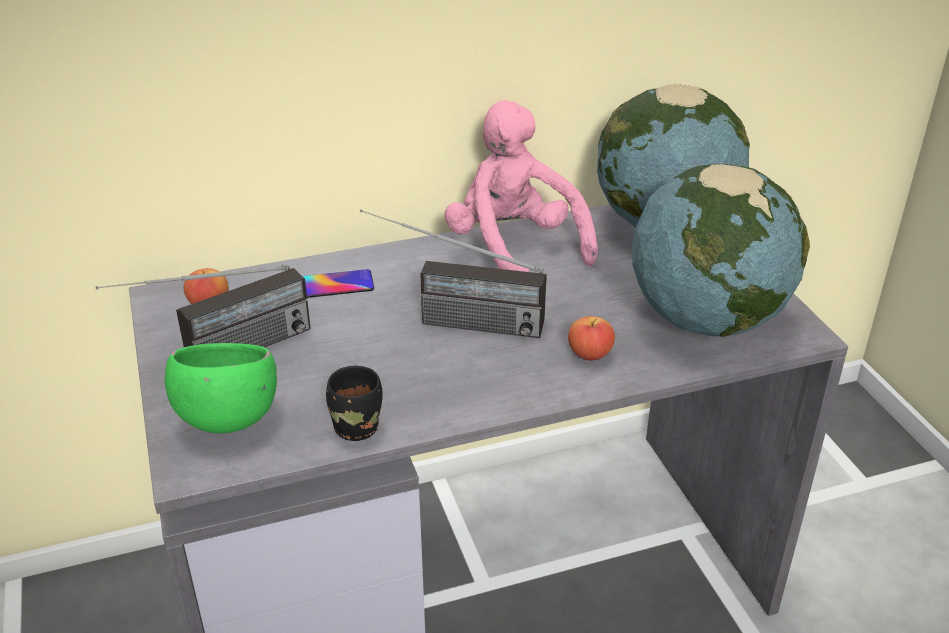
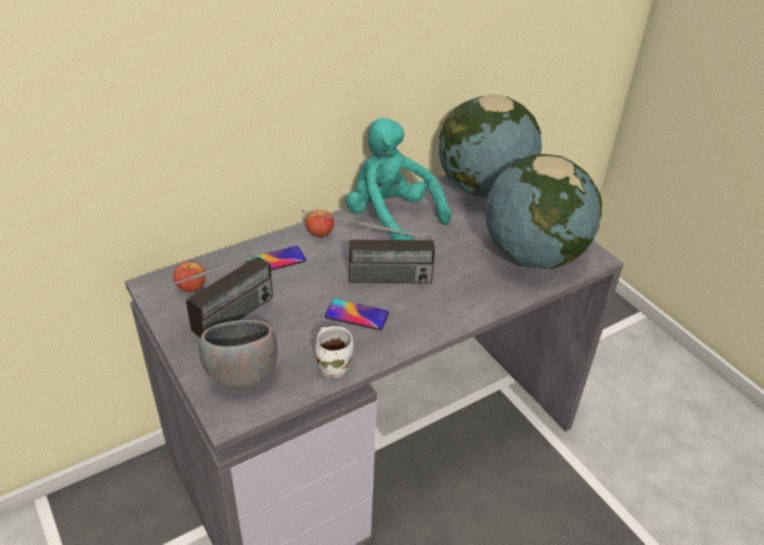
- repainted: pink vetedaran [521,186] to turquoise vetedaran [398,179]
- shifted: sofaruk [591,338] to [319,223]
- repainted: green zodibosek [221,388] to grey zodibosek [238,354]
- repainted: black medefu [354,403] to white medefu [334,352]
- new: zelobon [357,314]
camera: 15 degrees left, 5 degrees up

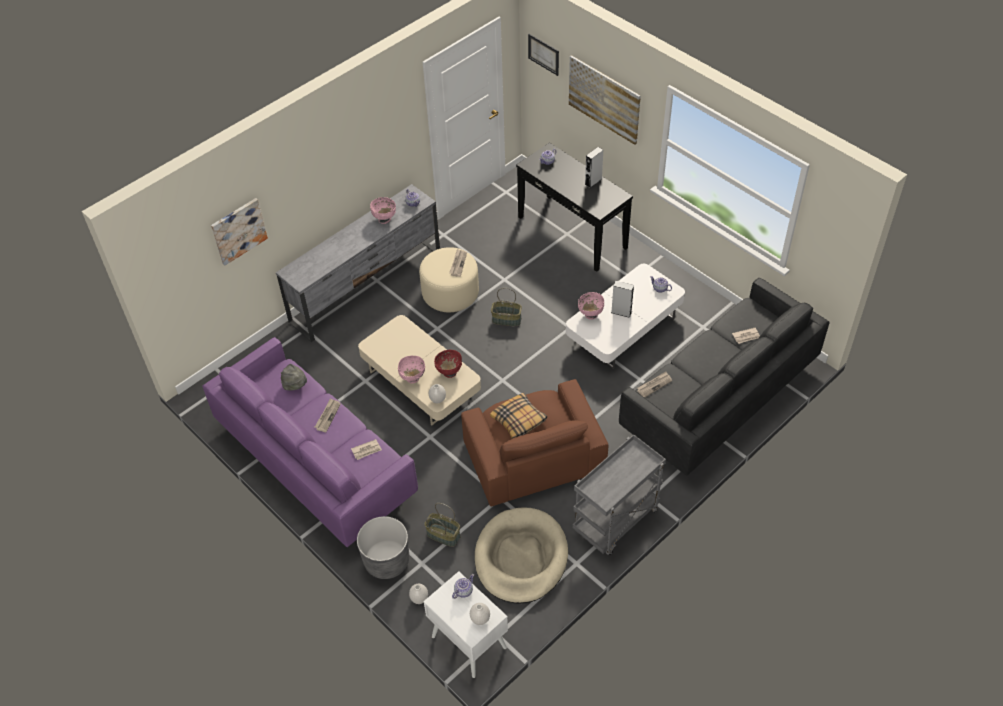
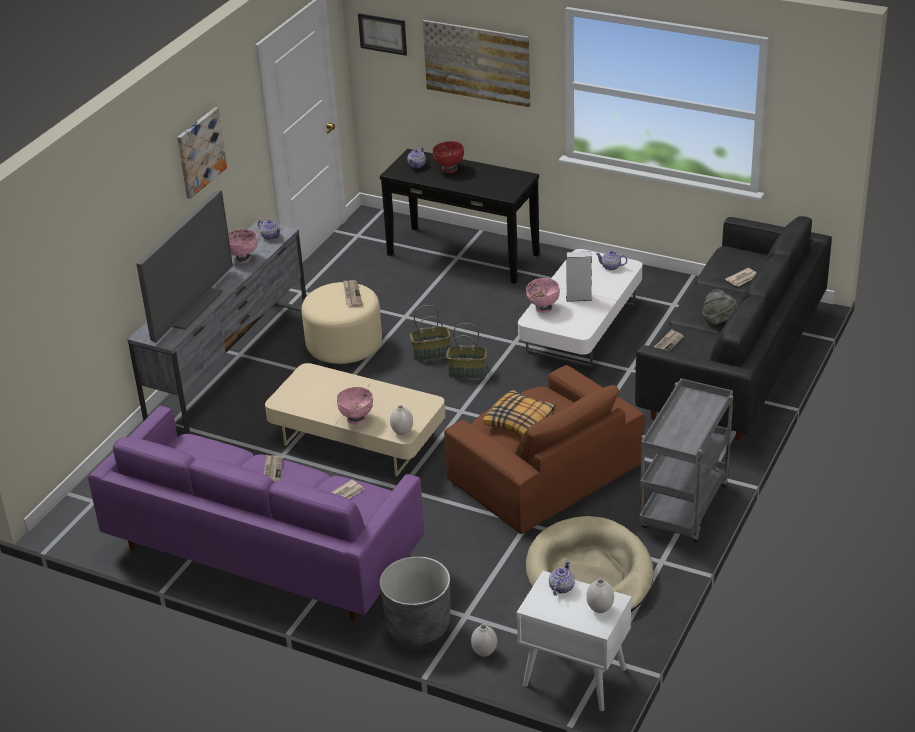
- gone: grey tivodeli [594,167]
- shifted: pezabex [239,232] to [202,153]
- shifted: red zodibosek [448,364] to [448,157]
- shifted: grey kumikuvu [294,377] to [720,307]
- shifted: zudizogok [442,525] to [467,350]
- new: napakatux [184,266]
camera: 20 degrees left, 15 degrees down

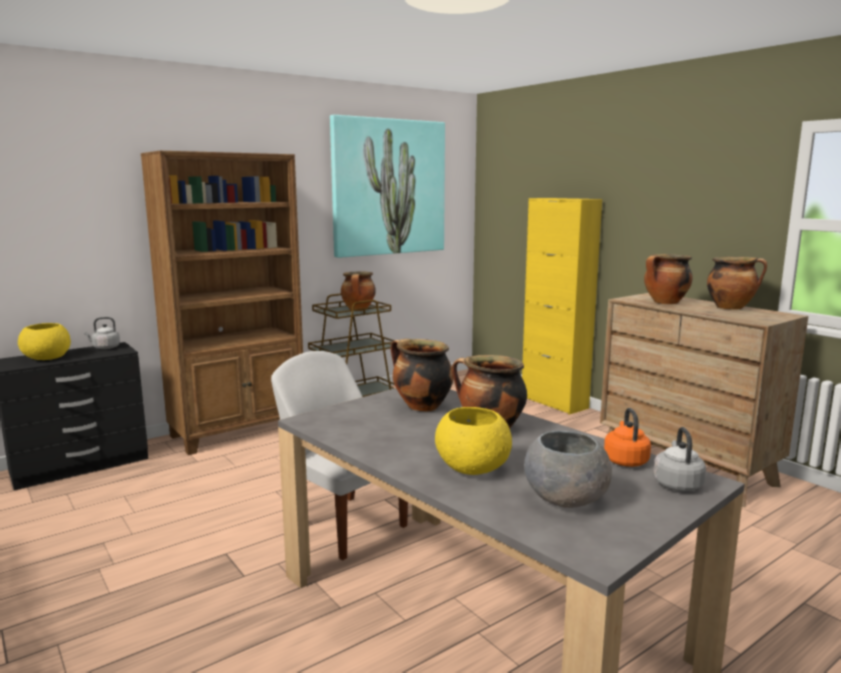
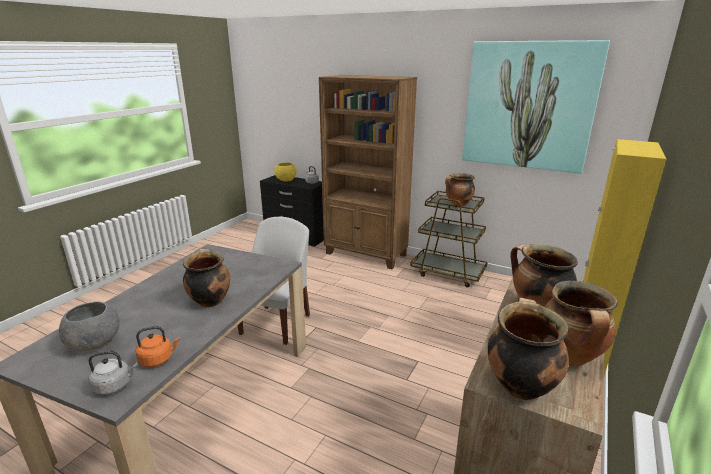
- shifted: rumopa [421,375] to [528,349]
- gone: yellow zodibosek [473,441]
camera: 65 degrees right, 10 degrees up

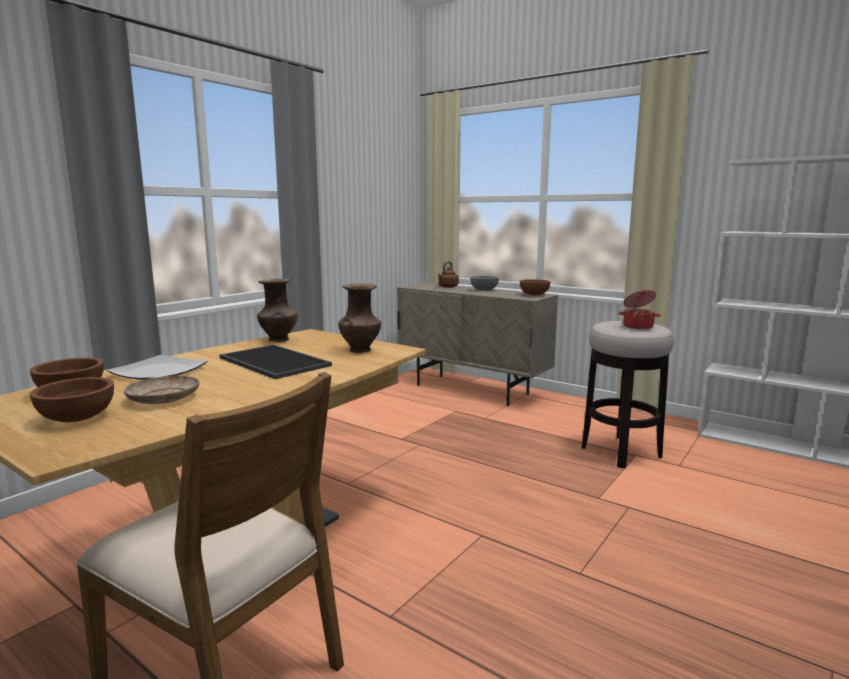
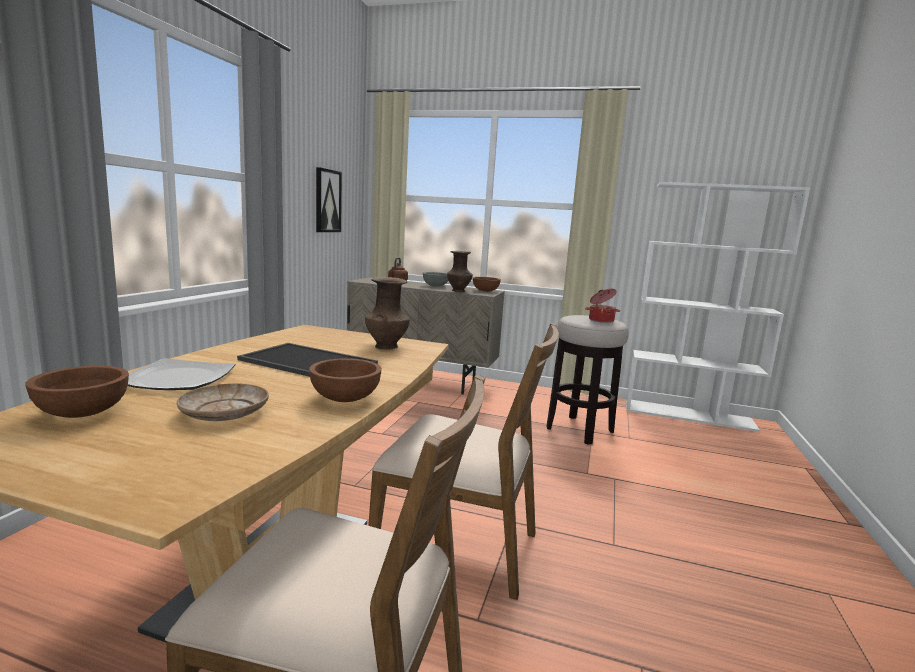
- shifted: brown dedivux [277,310] to [460,271]
- shifted: brown zodibosek [71,399] to [345,380]
- new: pezabex [329,199]
- new: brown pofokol [463,461]
camera: 20 degrees left, 0 degrees up

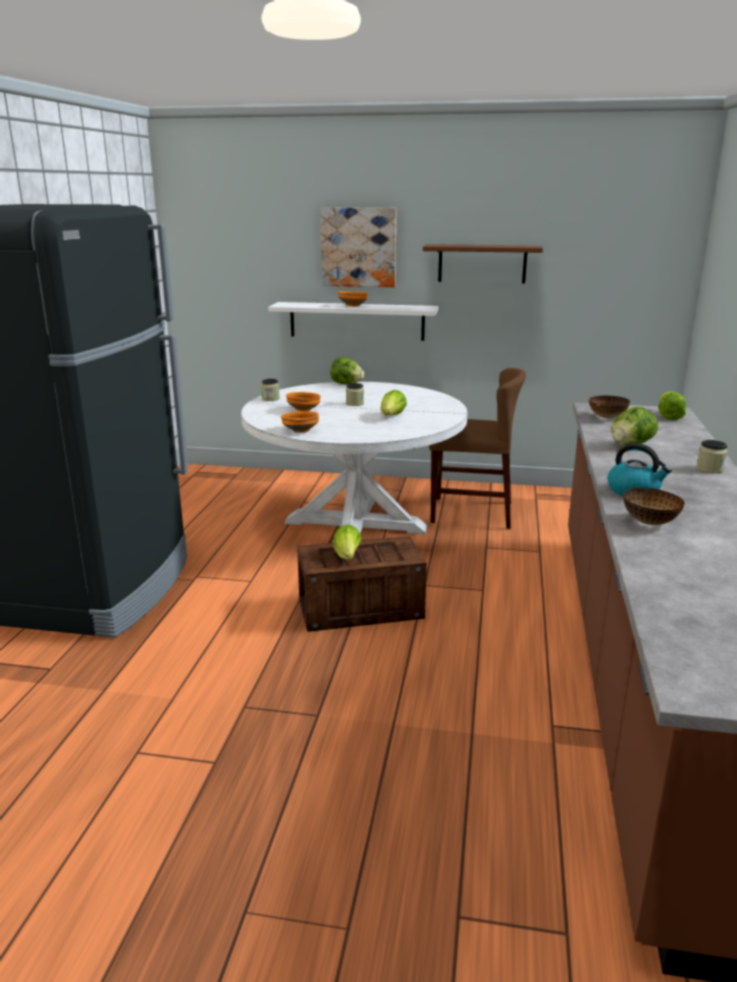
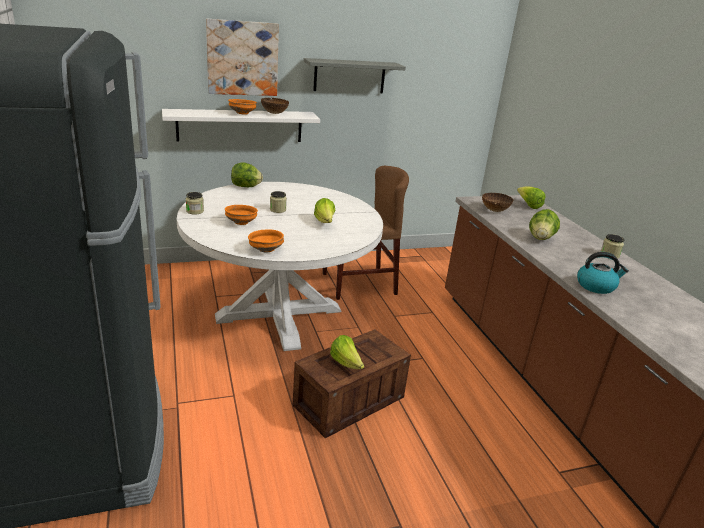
- repainted: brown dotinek [483,264] to grey dotinek [354,75]
- shifted: zodibosek [654,506] to [275,106]
camera: 30 degrees left, 5 degrees up

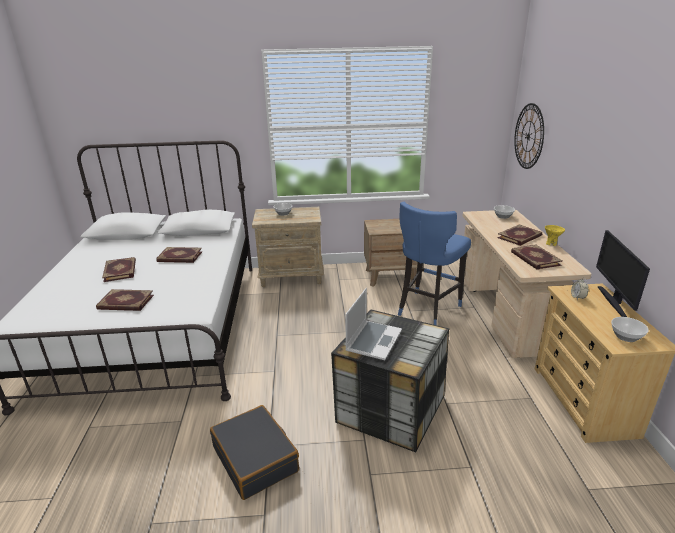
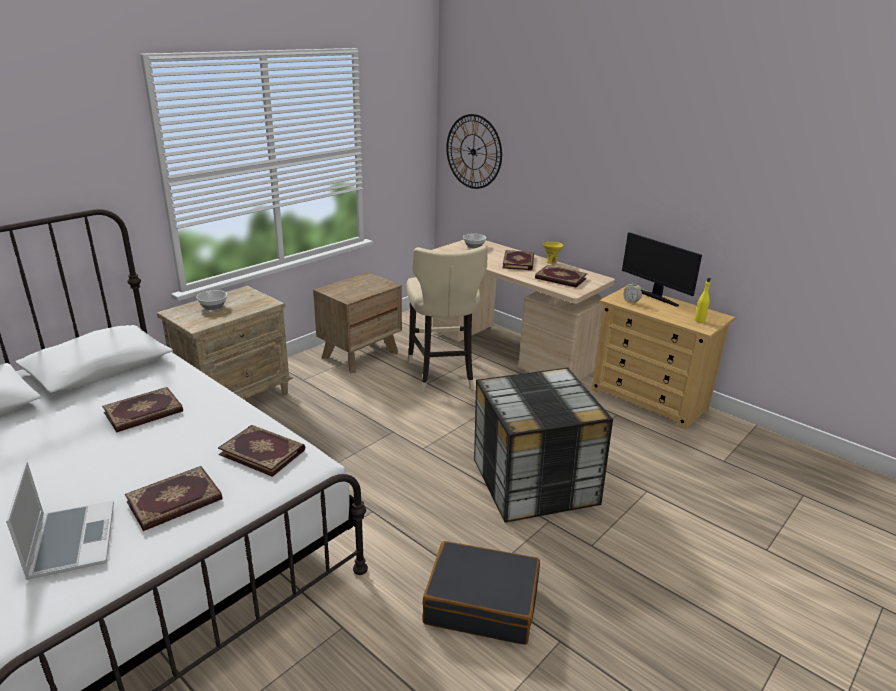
- repainted: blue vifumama [434,263] to beige vifumama [447,319]
- shifted: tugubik [119,269] to [261,451]
- shifted: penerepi [373,324] to [60,520]
- swapped: zodibosek [630,329] to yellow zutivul [703,300]
camera: 45 degrees left, 0 degrees up

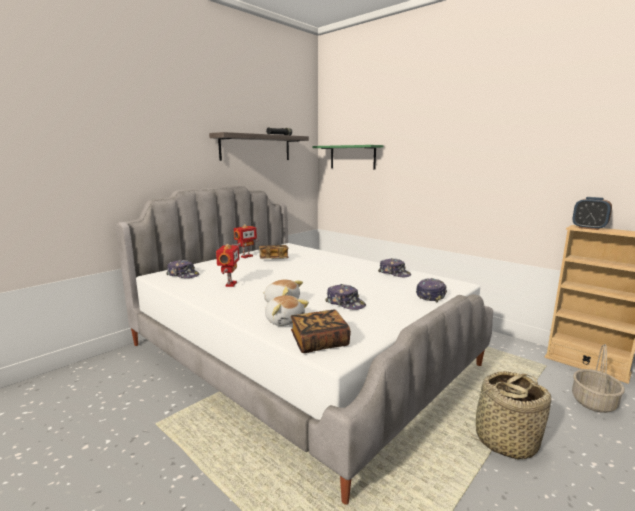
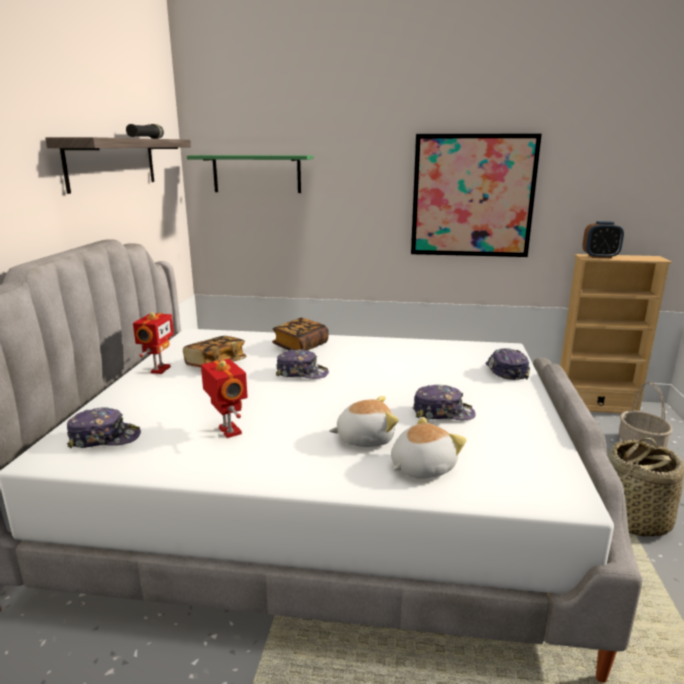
- shifted: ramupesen [394,267] to [302,364]
- rotated: vetedaran [287,310] = [429,448] 60 degrees counterclockwise
- shifted: tugubik [321,331] to [300,334]
- new: pezabex [476,195]
camera: 35 degrees left, 5 degrees up

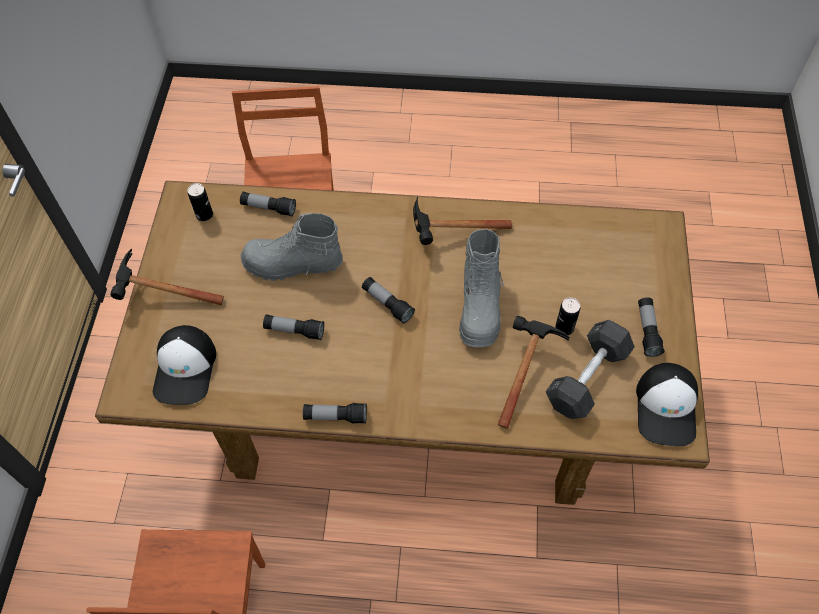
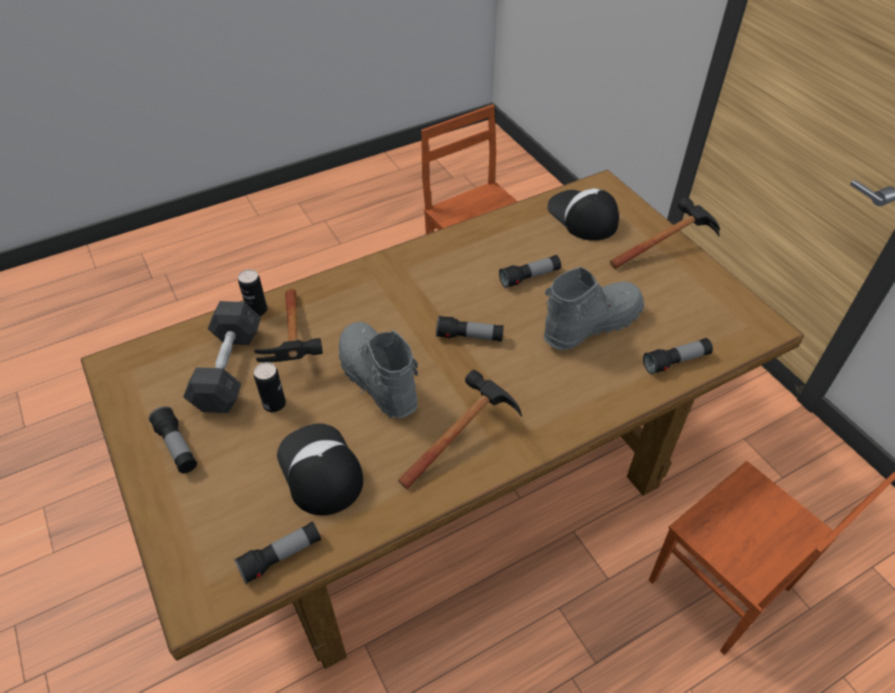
- shifted: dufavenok [200,202] to [252,292]
- shifted: ramupesen [667,404] to [320,469]
- shifted: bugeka [335,413] to [277,553]
camera: 145 degrees right, 10 degrees down

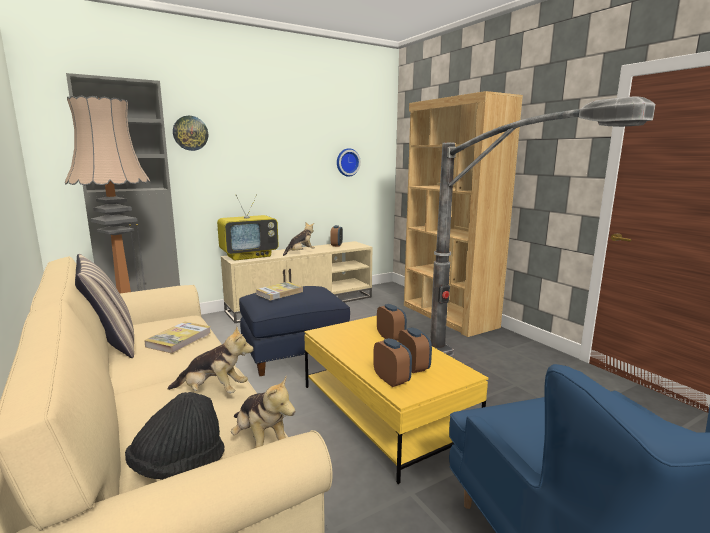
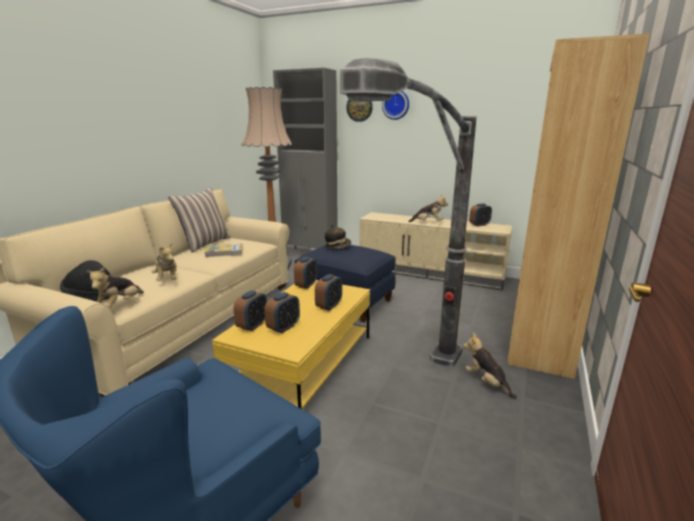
- shifted: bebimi [349,162] to [395,105]
- gone: napakatux [247,227]
- swapped: tugubik [279,291] to kumikuvu [338,237]
- new: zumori [305,272]
- new: vetedaran [490,366]
camera: 55 degrees right, 5 degrees up

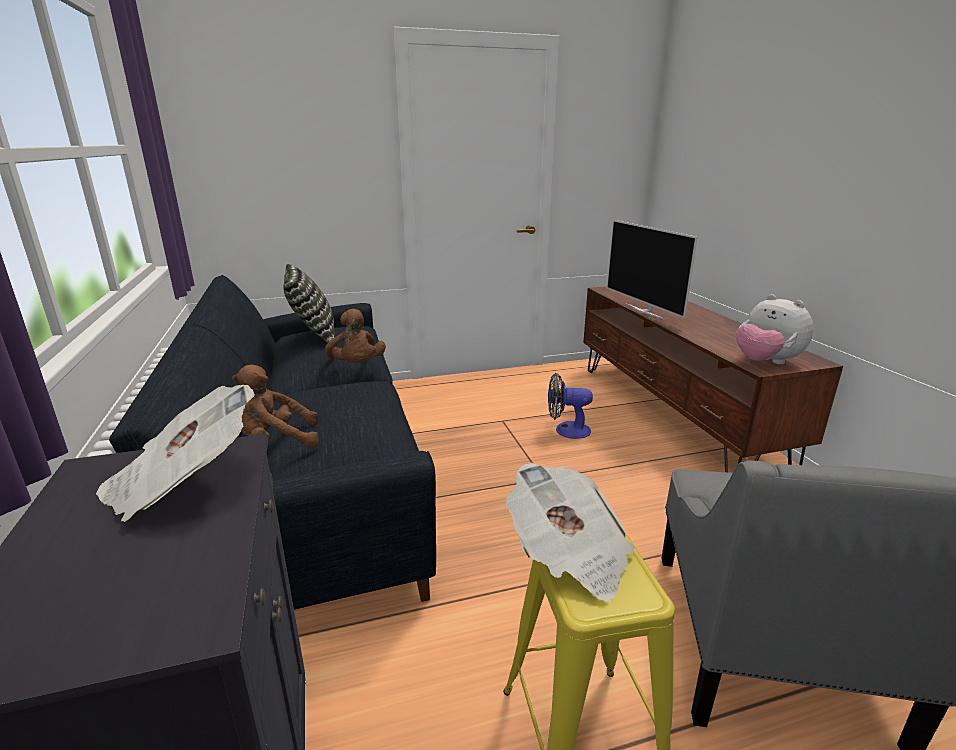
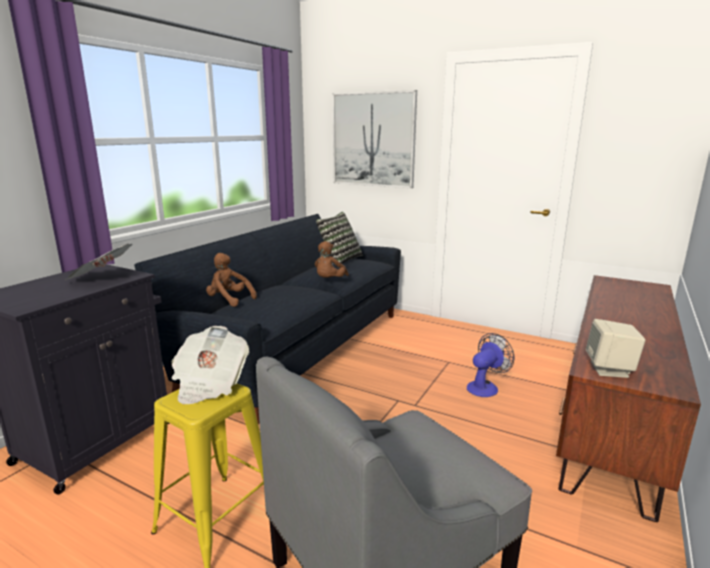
- gone: napakatux [652,270]
- swapped: vetedaran [774,329] to beige tivodeli [615,348]
- rotated: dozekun [570,406] = [490,365] 90 degrees clockwise
- new: pezabex [374,139]
camera: 45 degrees right, 5 degrees down

